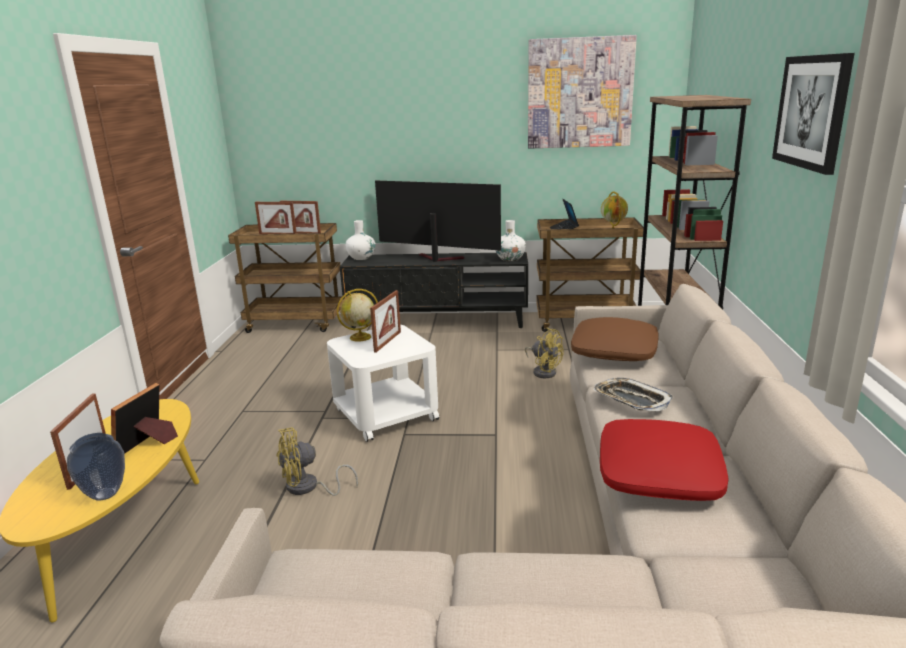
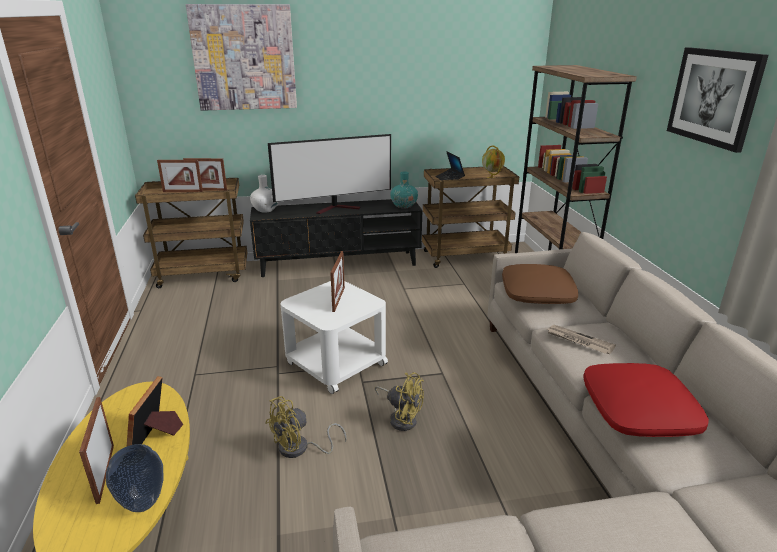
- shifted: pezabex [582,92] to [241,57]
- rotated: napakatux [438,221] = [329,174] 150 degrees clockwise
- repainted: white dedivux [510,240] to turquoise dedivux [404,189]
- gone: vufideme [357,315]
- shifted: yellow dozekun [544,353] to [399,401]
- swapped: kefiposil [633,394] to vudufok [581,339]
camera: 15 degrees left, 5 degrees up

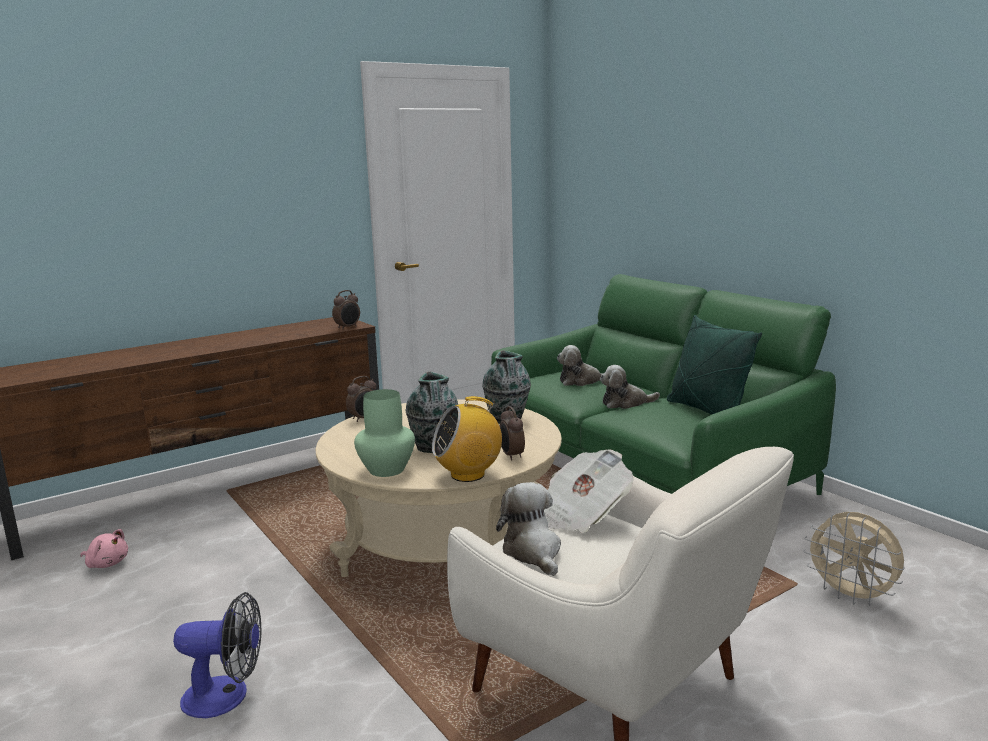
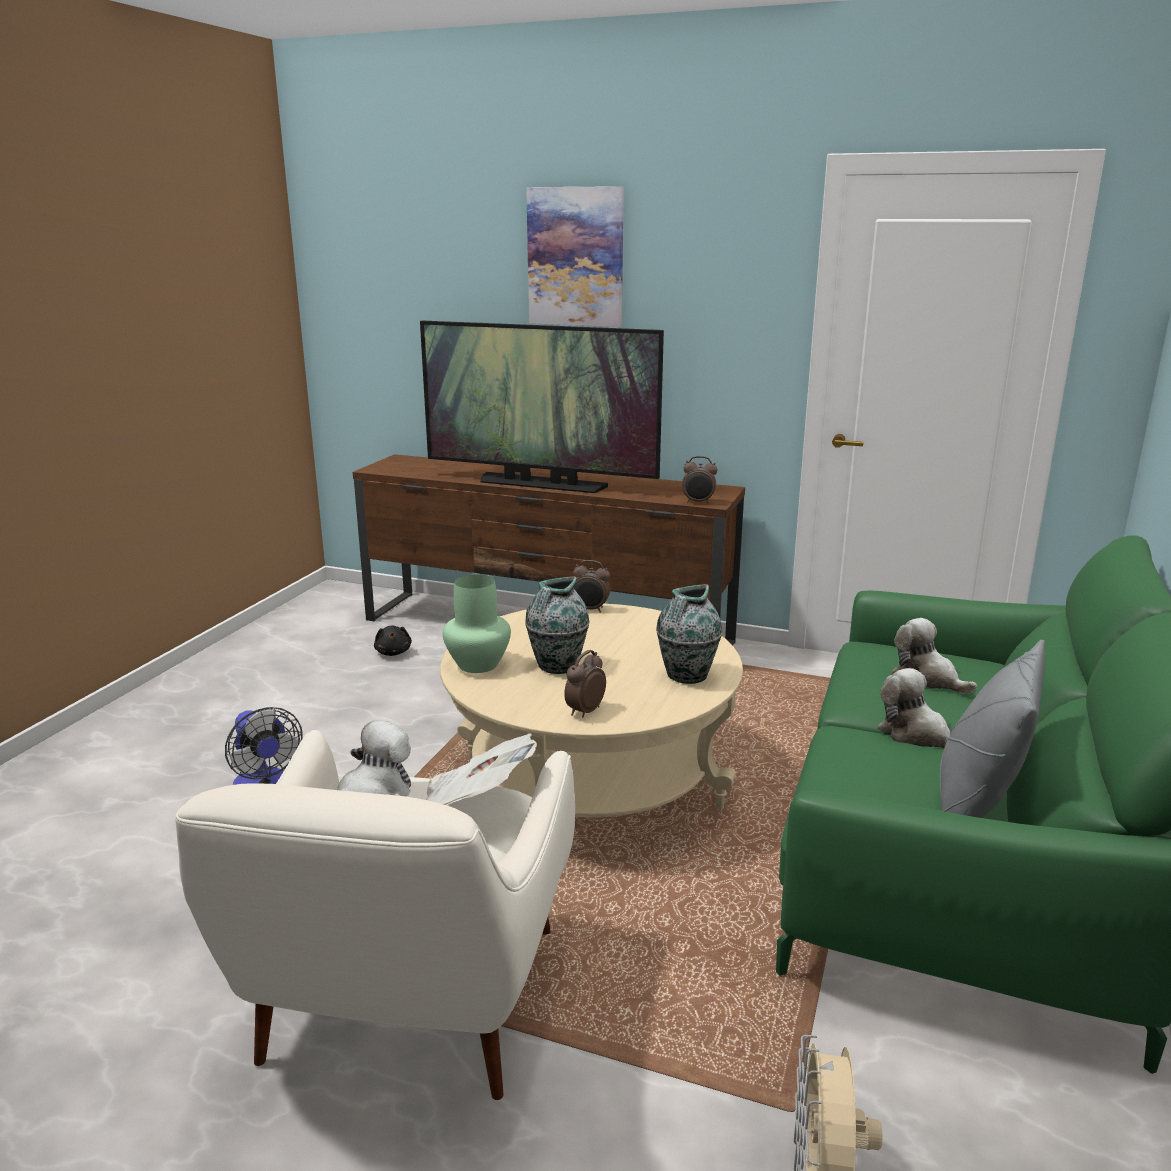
- repainted: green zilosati [714,364] to grey zilosati [992,729]
- gone: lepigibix [467,439]
- repainted: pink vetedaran [104,548] to black vetedaran [393,641]
- new: pezabex [575,256]
- new: napakatux [542,406]
camera: 55 degrees right, 5 degrees up

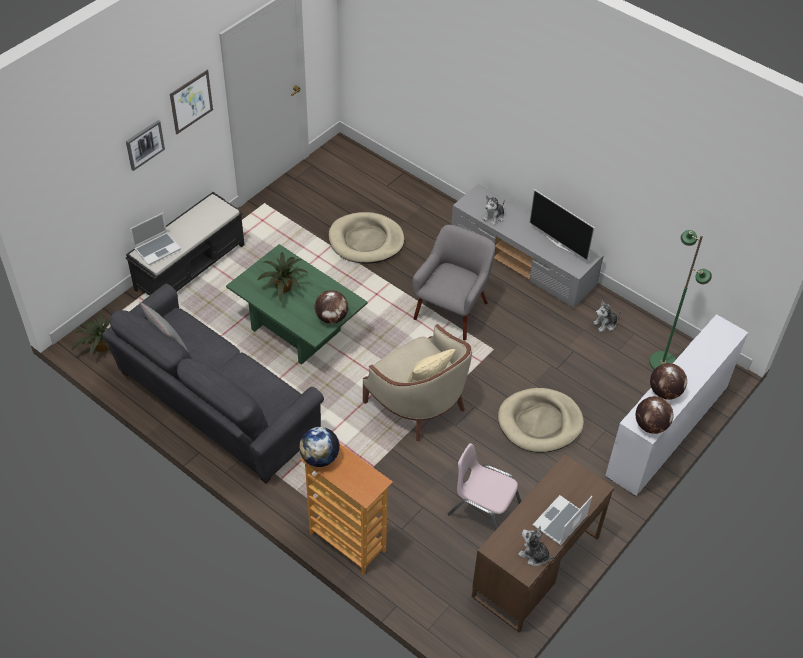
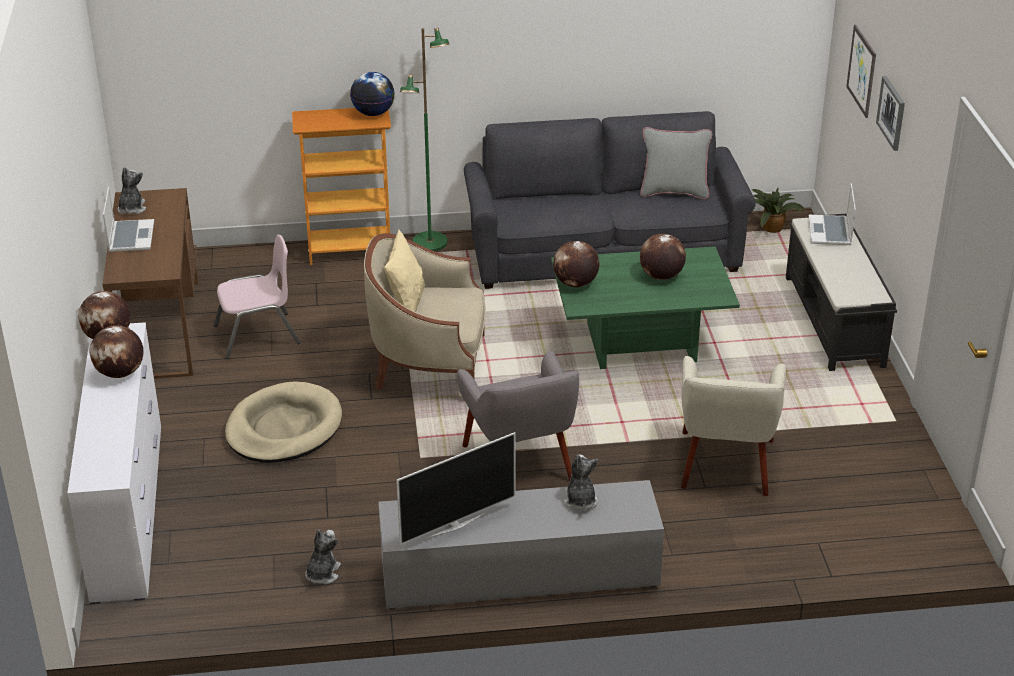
- shifted: pezabex [191,102] to [861,71]
- rotated: napakatux [562,225] = [456,488] 150 degrees clockwise
- swapped: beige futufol [367,238] to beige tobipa [733,426]
- shifted: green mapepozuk [680,300] to [425,139]
- swapped: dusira [283,277] to vufideme [663,256]
- rotated: vetedaran [536,546] = [131,190] 75 degrees counterclockwise
camera: 135 degrees right, 15 degrees down

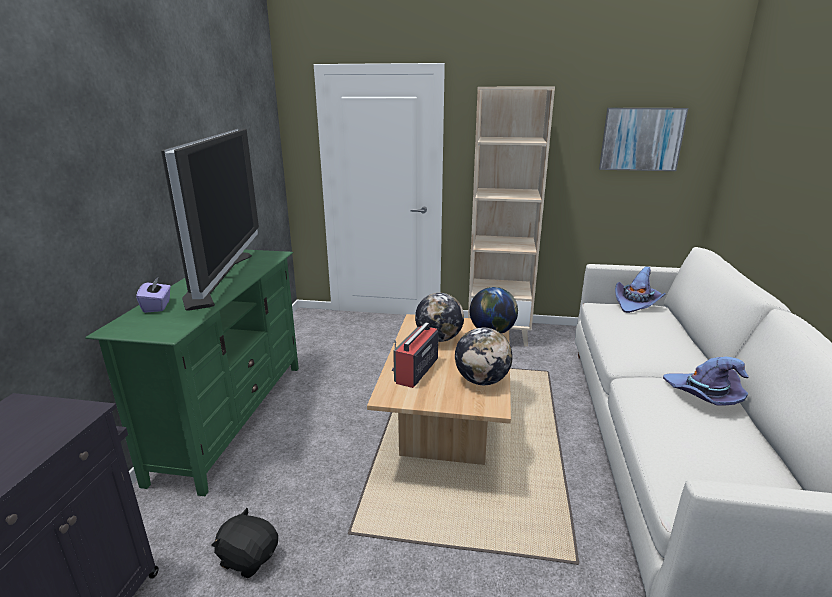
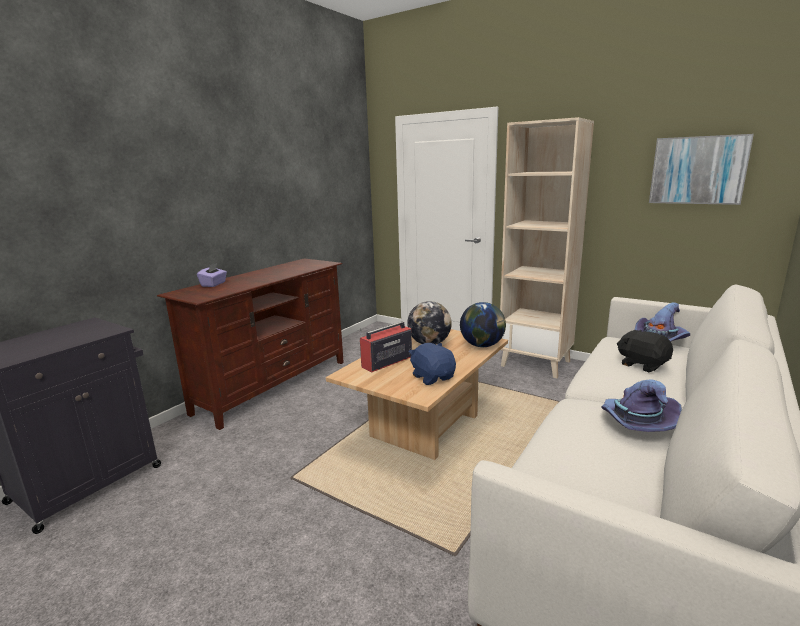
- gone: napakatux [210,220]
- repainted: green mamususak [192,372] to brown mamususak [250,344]
- swapped: vufideme [484,356] to blue vetedaran [432,364]
- shifted: black vetedaran [244,543] to [645,351]
camera: 25 degrees right, 5 degrees down

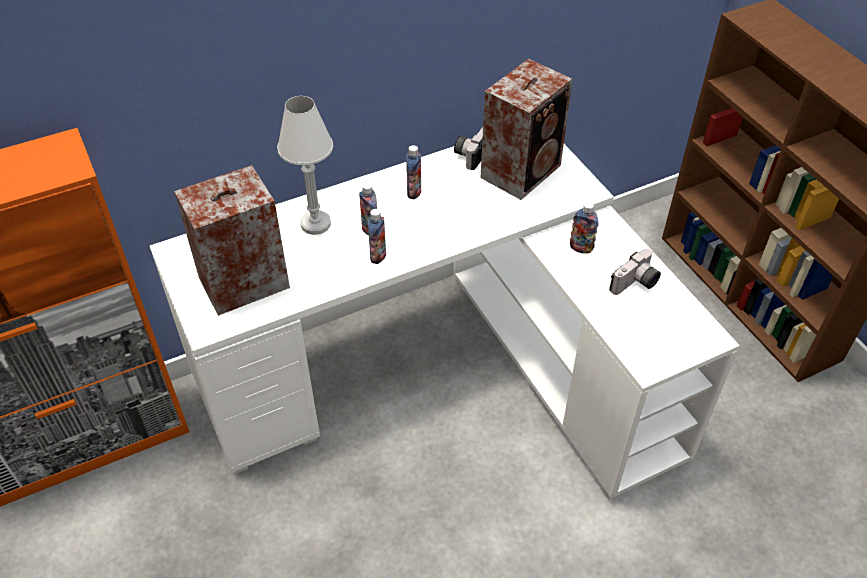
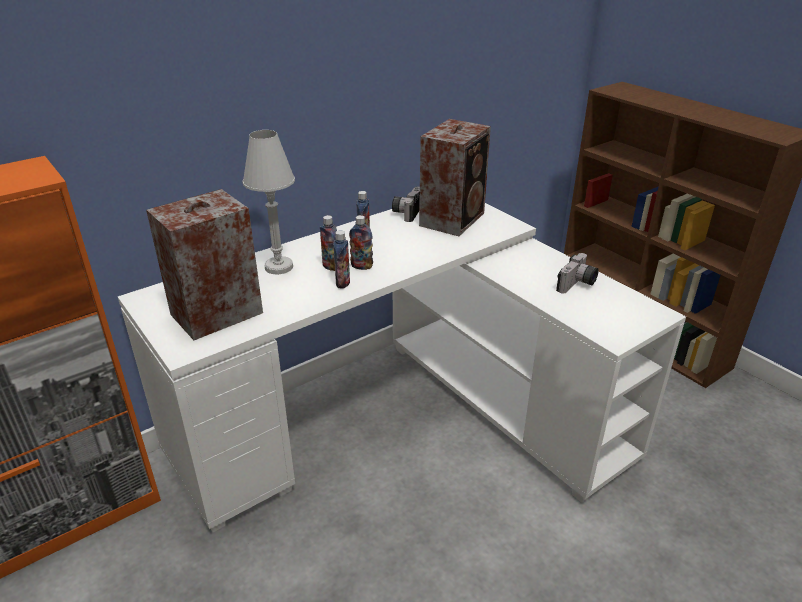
- shifted: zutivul [584,228] to [361,242]
camera: 10 degrees left, 15 degrees down

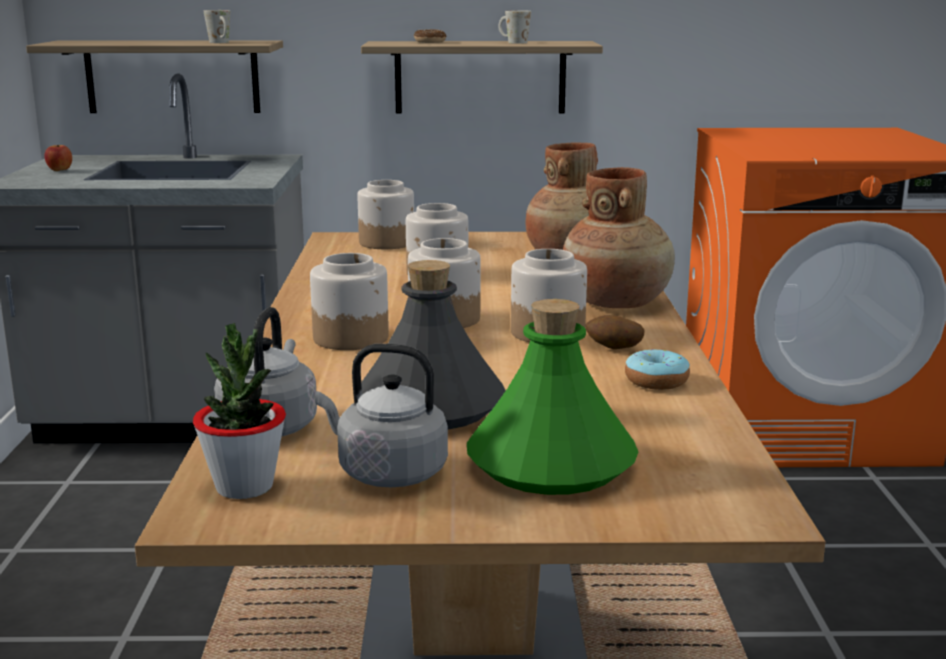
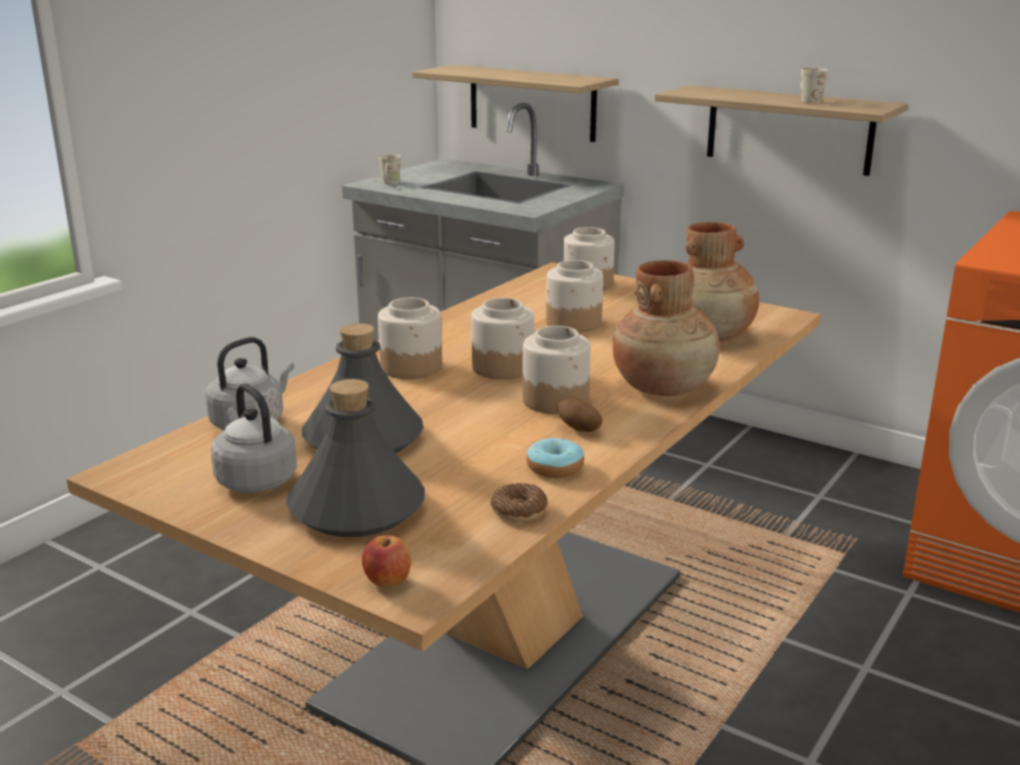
- shifted: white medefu [217,26] to [390,169]
- shifted: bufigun [430,36] to [519,502]
- shifted: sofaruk [58,158] to [386,561]
- repainted: green zutivul [552,397] to grey zutivul [355,458]
- gone: dusira [239,411]
camera: 35 degrees right, 5 degrees up

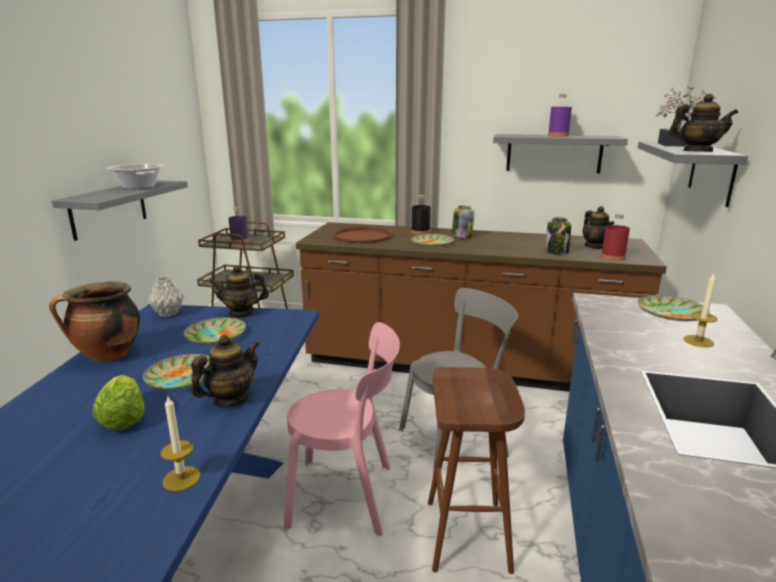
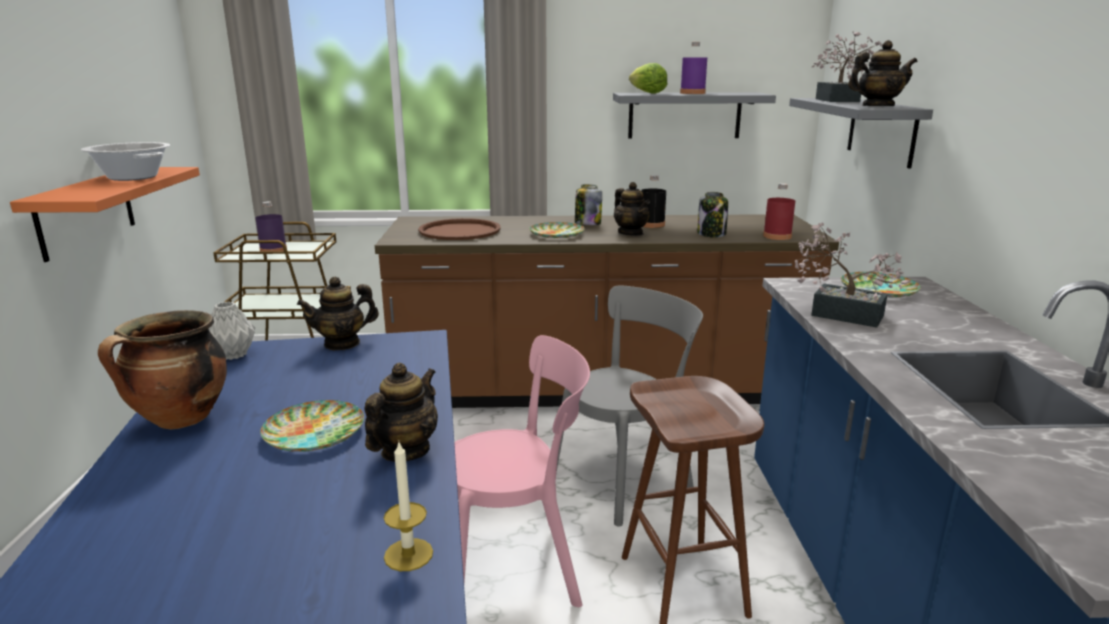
- repainted: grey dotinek [120,210] to orange dotinek [105,214]
- shifted: black zutivul [421,215] to [653,201]
- shifted: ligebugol [598,227] to [632,209]
- gone: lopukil [700,310]
- gone: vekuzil [215,330]
- shifted: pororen [118,403] to [648,78]
- new: dusira [852,275]
camera: 15 degrees left, 0 degrees up

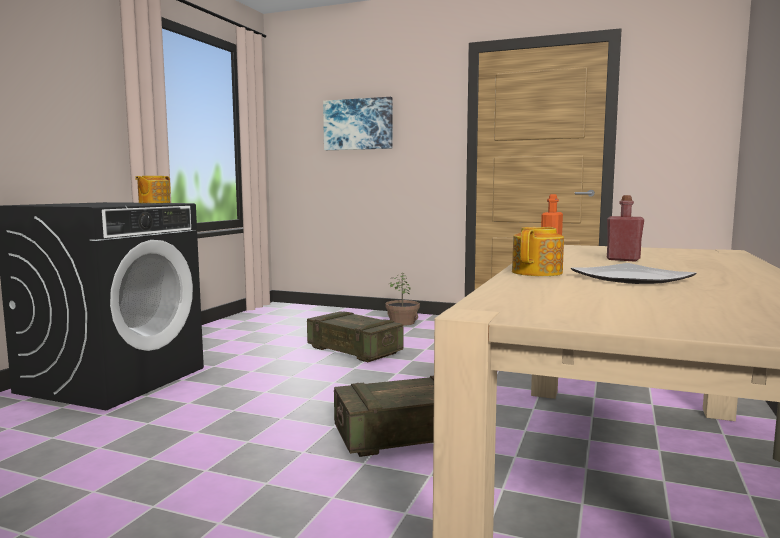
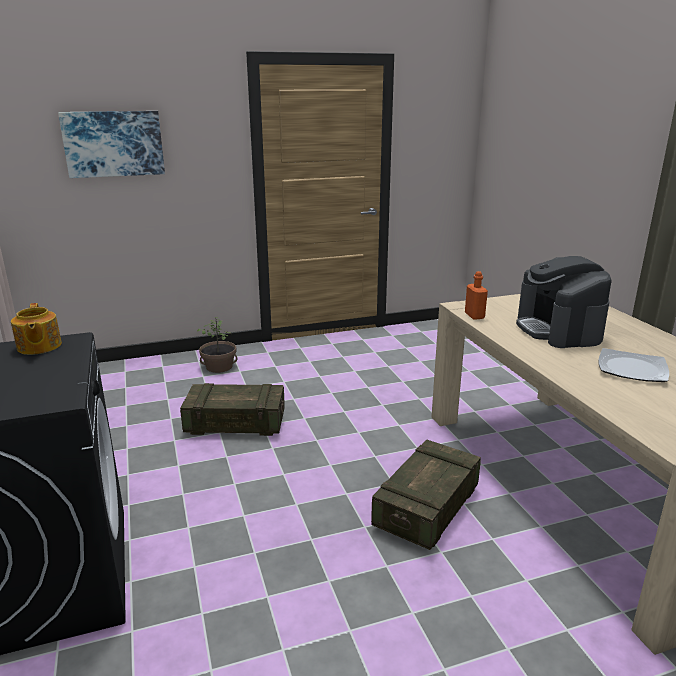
- swapped: red zutivul [625,228] to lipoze [564,302]
- gone: ligebugol [538,251]
camera: 40 degrees left, 15 degrees up

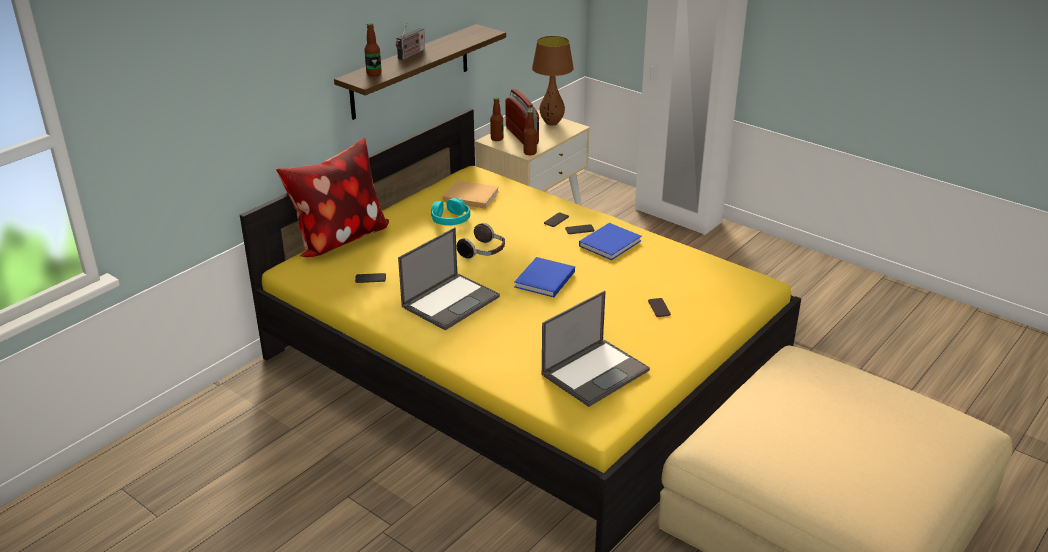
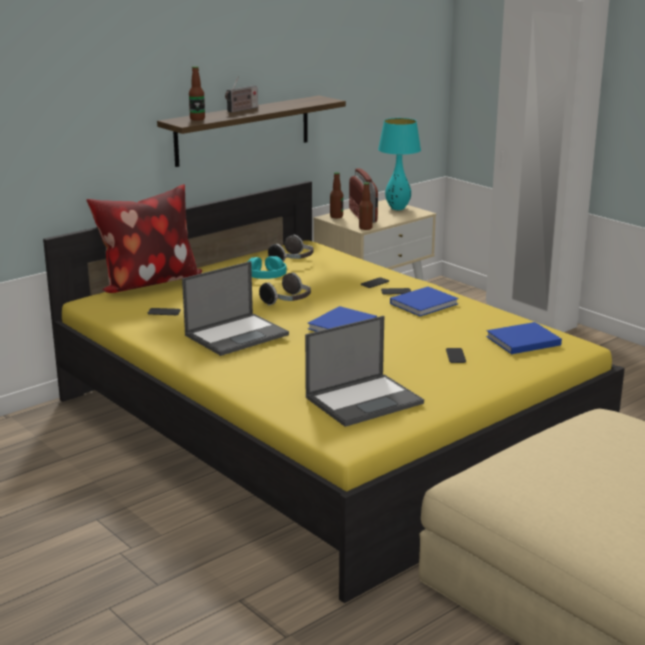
- repainted: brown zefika [553,81] to turquoise zefika [399,164]
- swapped: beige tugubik [470,194] to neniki [290,248]
- new: blue tugubik [524,338]
camera: 10 degrees right, 10 degrees down

